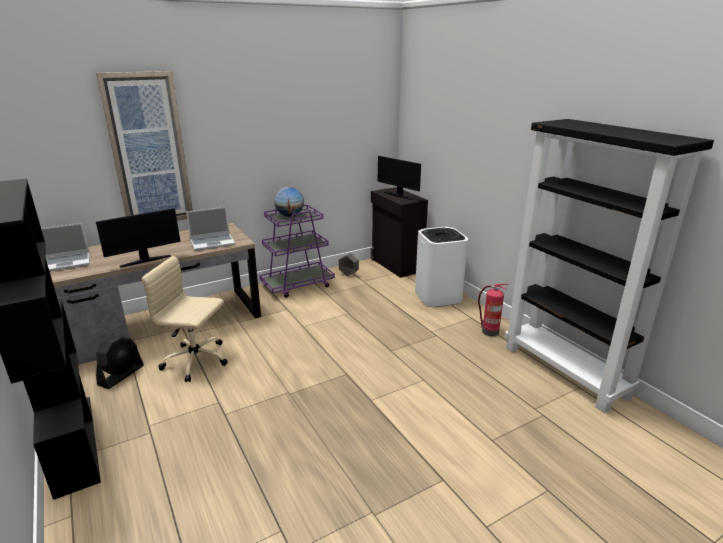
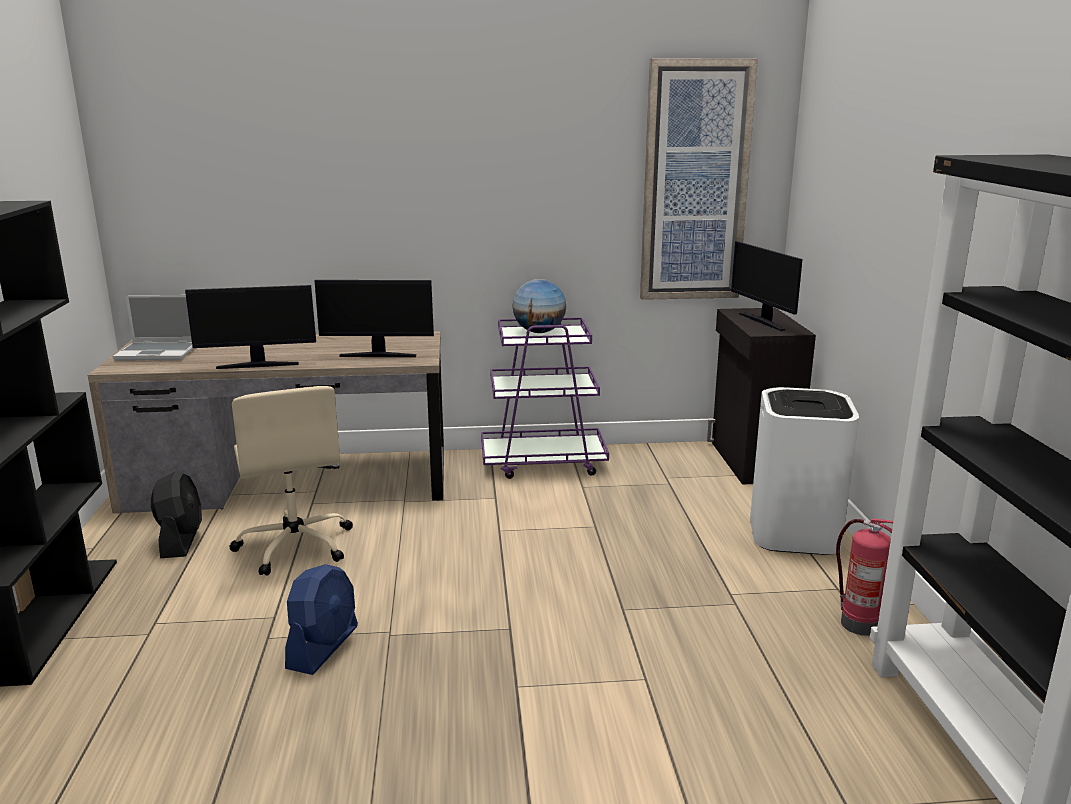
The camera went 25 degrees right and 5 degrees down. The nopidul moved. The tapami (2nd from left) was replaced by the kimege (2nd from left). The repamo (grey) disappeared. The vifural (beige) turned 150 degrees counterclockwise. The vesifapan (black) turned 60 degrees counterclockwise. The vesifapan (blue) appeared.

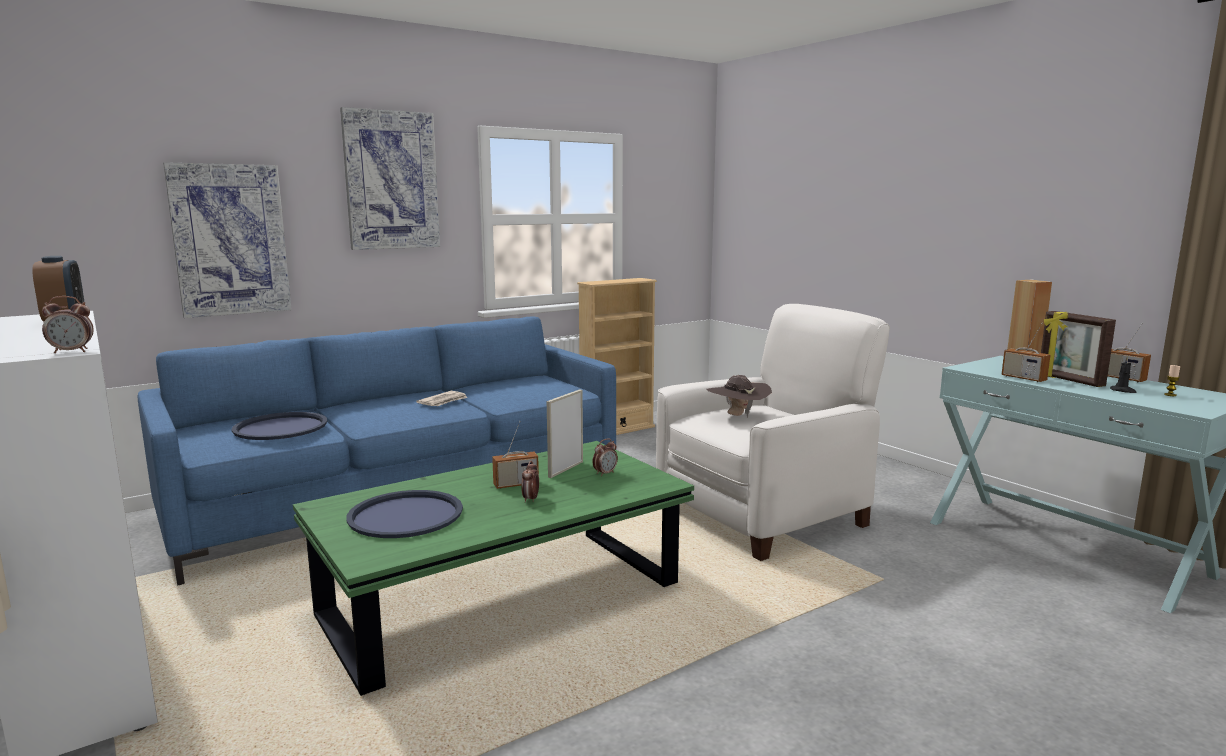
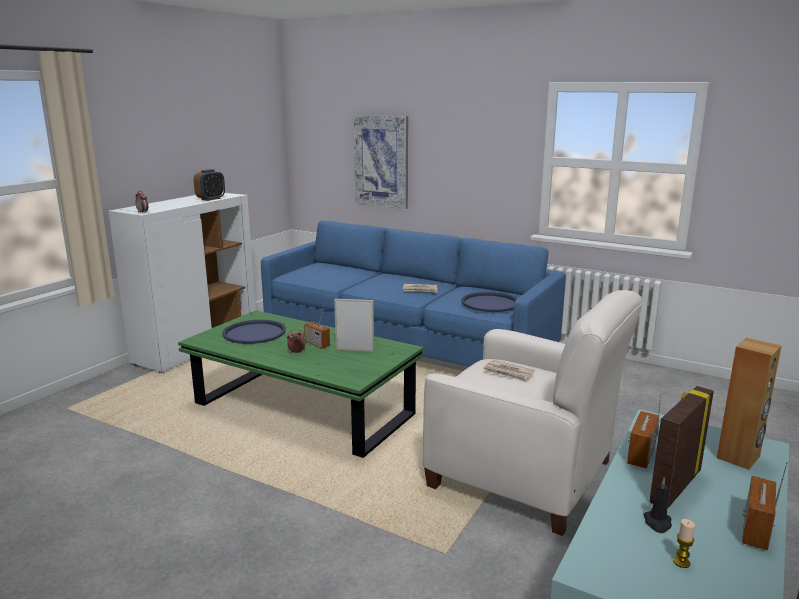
The camera went 65 degrees right and 5 degrees up. The nopidul (2nd from left) disappeared. The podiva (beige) disappeared. The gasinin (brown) was replaced by the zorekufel (2nd from left). The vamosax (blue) (1st from left in the first image) moved. The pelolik (4th from left) disappeared.

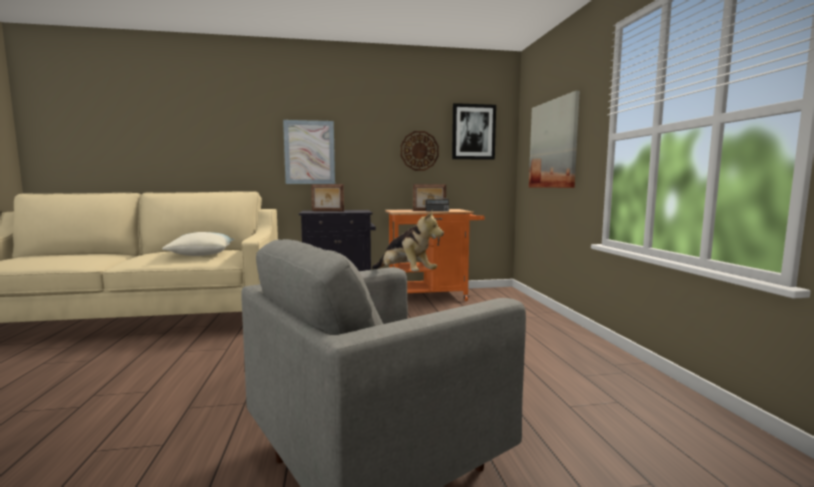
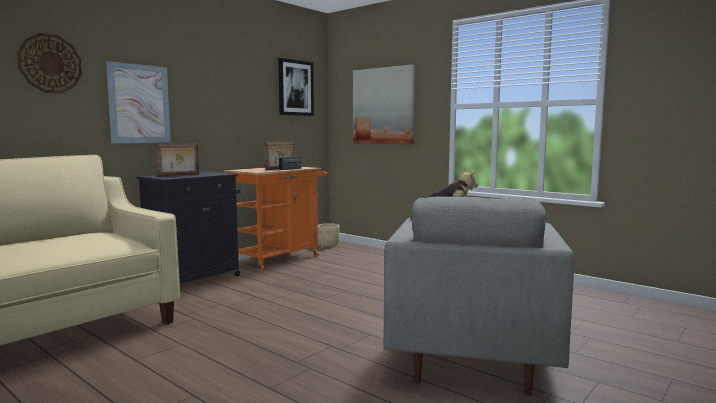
The camera went 40 degrees left and 0 degrees up. The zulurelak moved. The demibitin disappeared. The repamo (beige) appeared.

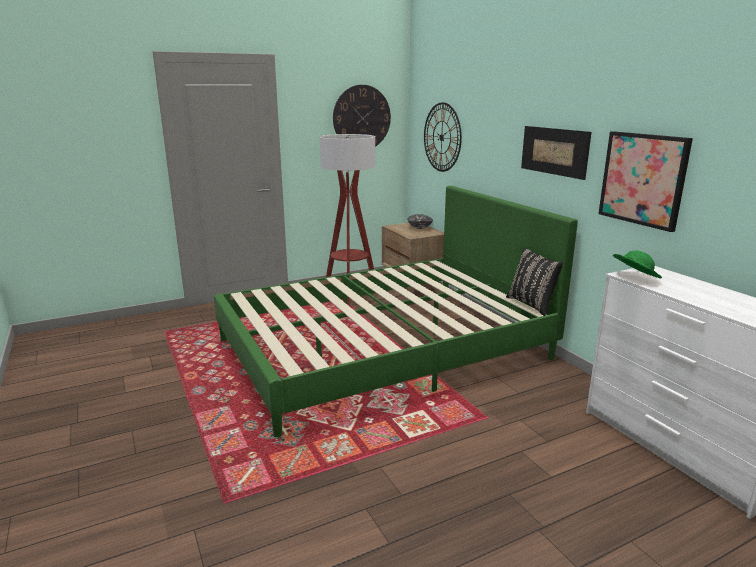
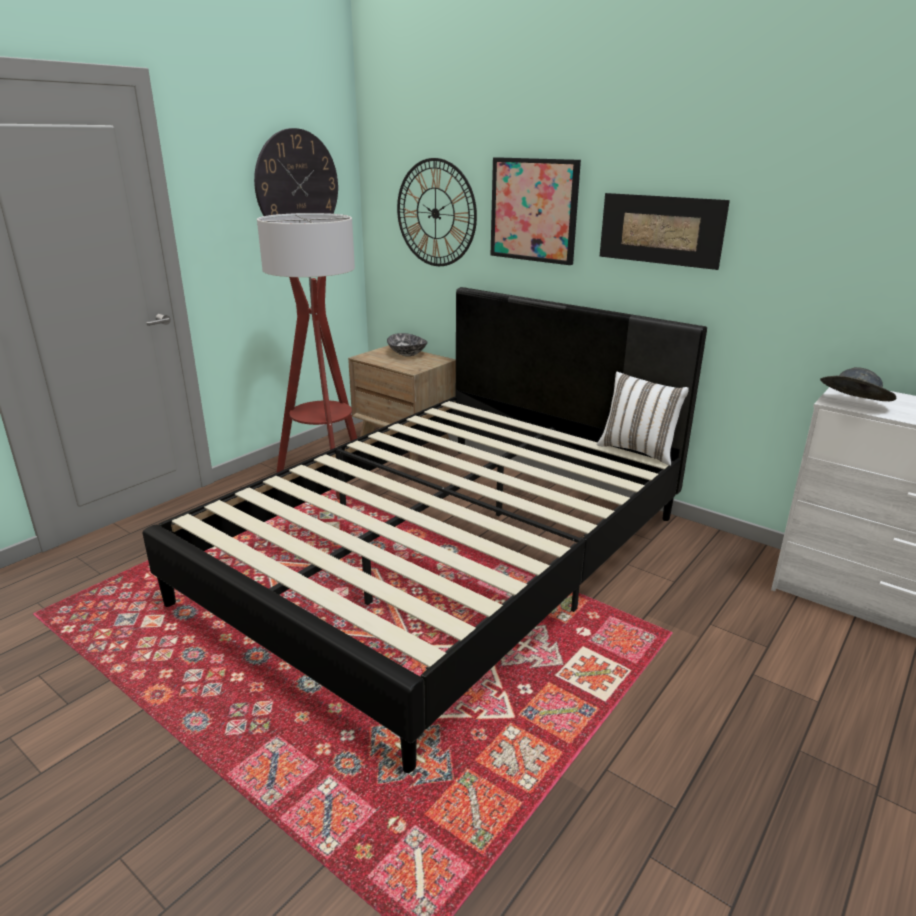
The camera went 25 degrees left and 5 degrees up. The nopidul (2nd from left in the first image) moved. The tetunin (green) became the tetunin (black). The demibitin (black) became the demibitin (white). The gasinin (green) became the gasinin (grey).

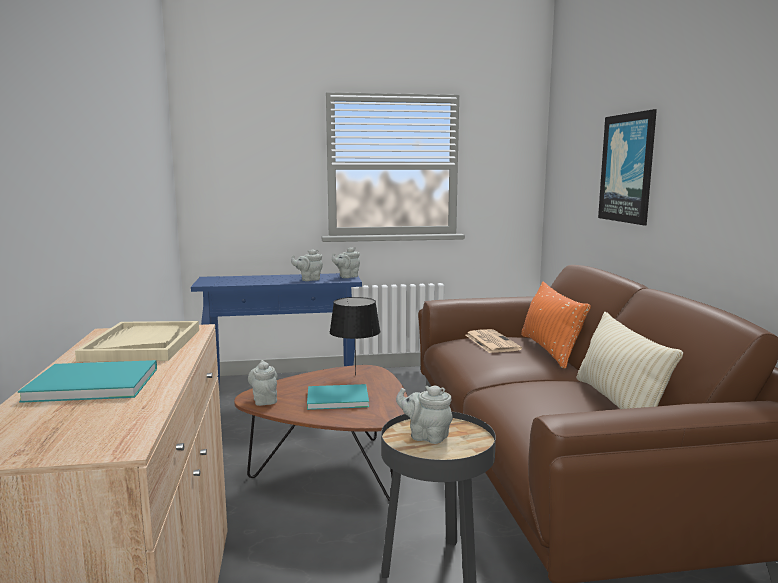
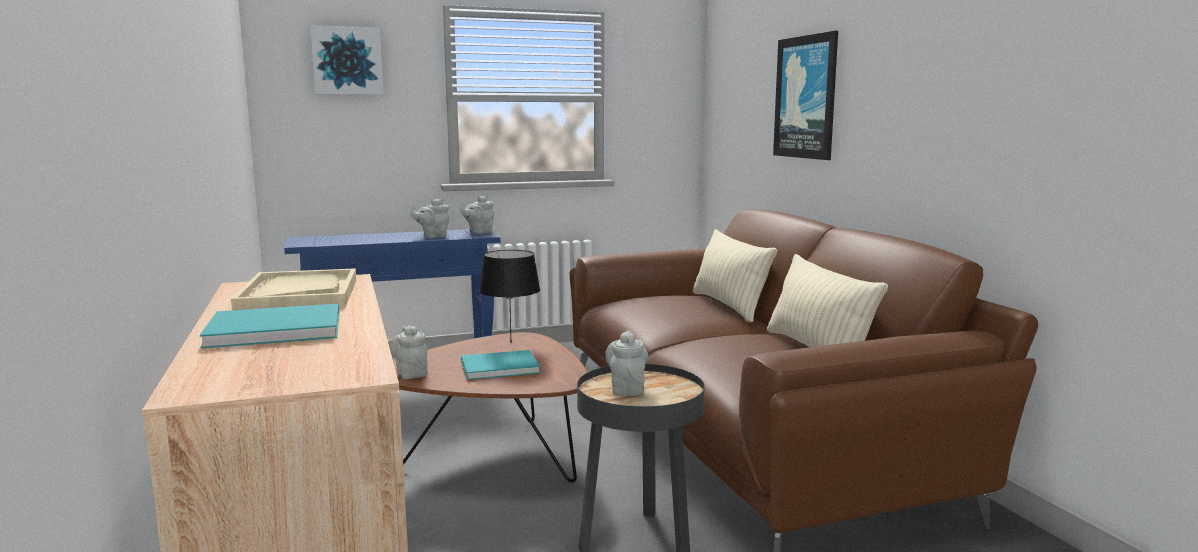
The camera went 10 degrees left and 0 degrees up. The demibitin (orange) became the demibitin (beige) (1st from left). The zorekufel disappeared. The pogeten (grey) (4th from left) turned 75 degrees clockwise. The nopidul (1st from left) appeared.

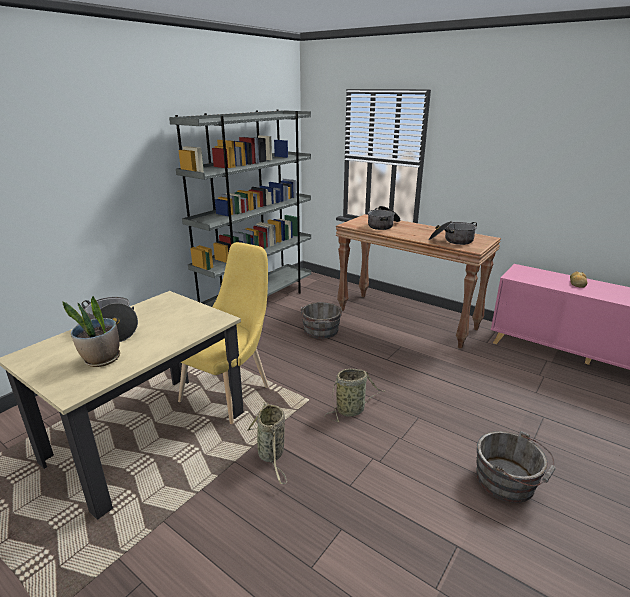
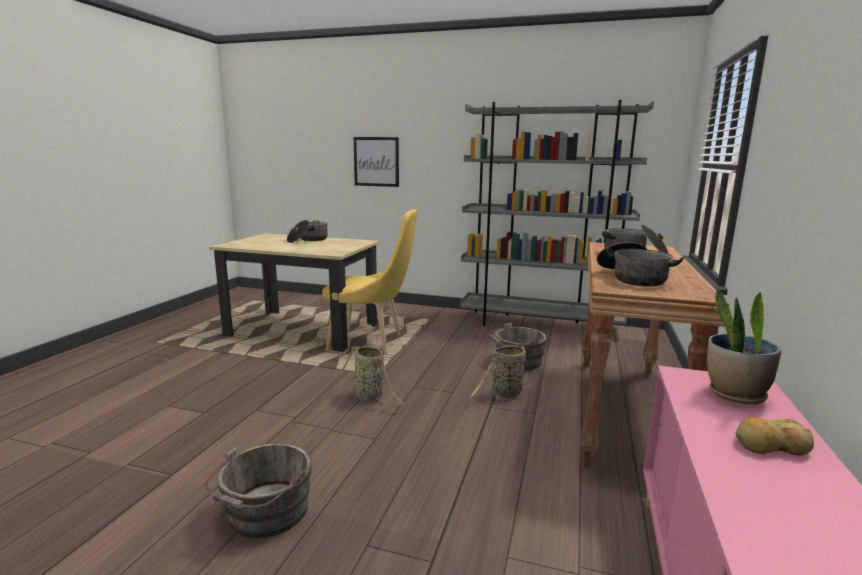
The camera went 70 degrees right and 10 degrees down. The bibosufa moved. The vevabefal (1st from left in the first image) moved. The nopidul appeared.

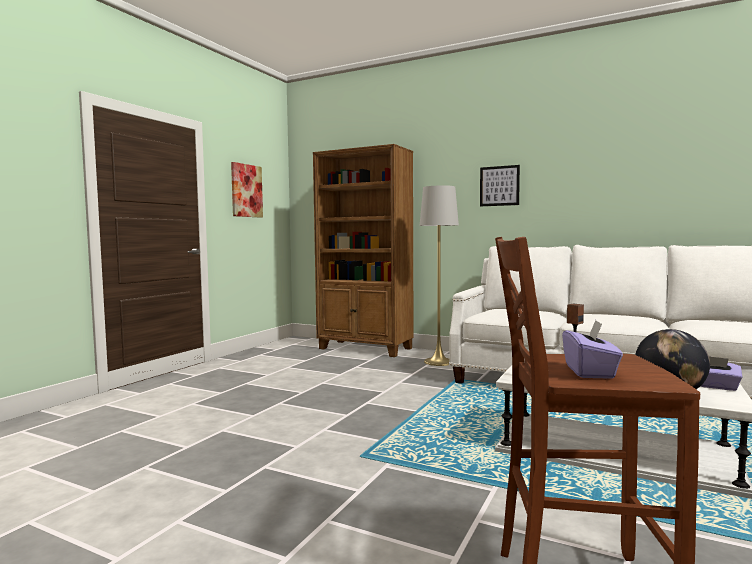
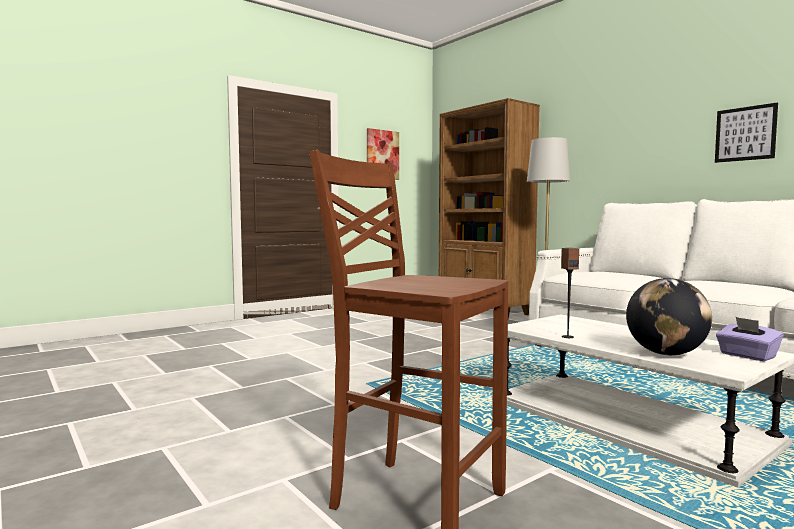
The camera went 25 degrees right and 0 degrees up. The nopidul (2nd from left) moved. The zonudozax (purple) (1st from left) disappeared.

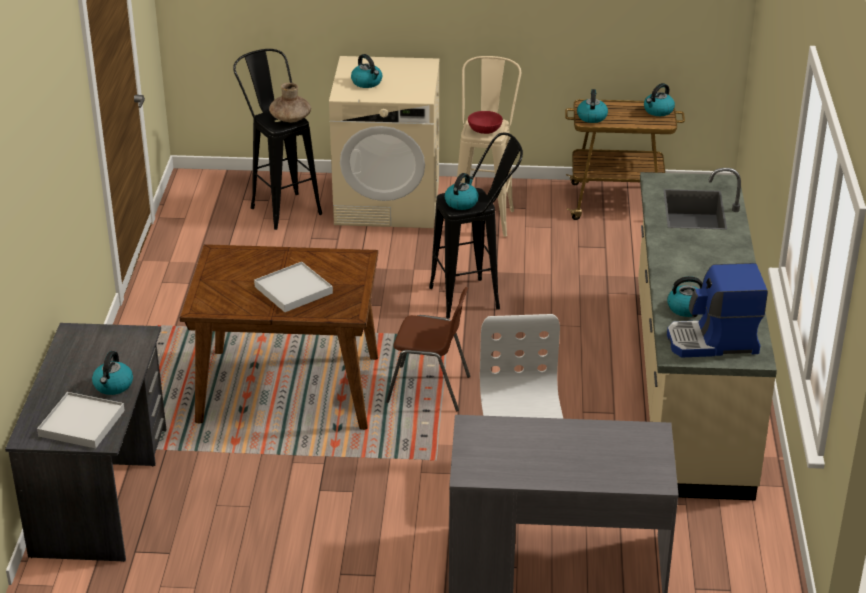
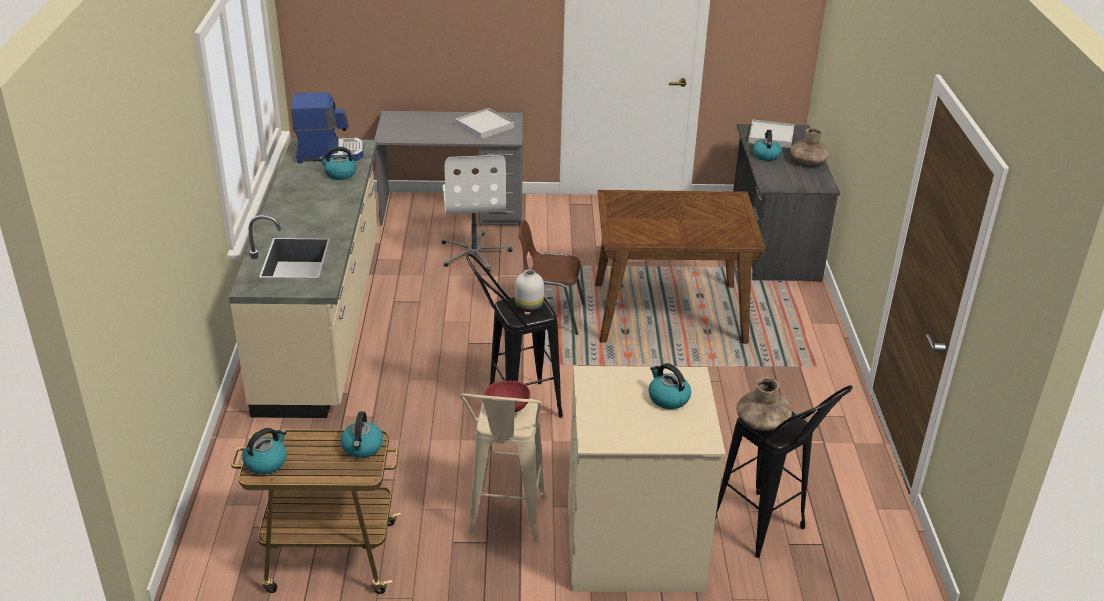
The camera went 175 degrees right and 0 degrees up. The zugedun (3rd from left) was replaced by the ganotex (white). The vamosax (white) (2nd from left in the first image) moved. The ganotex (brown) (2nd from left) appeared.

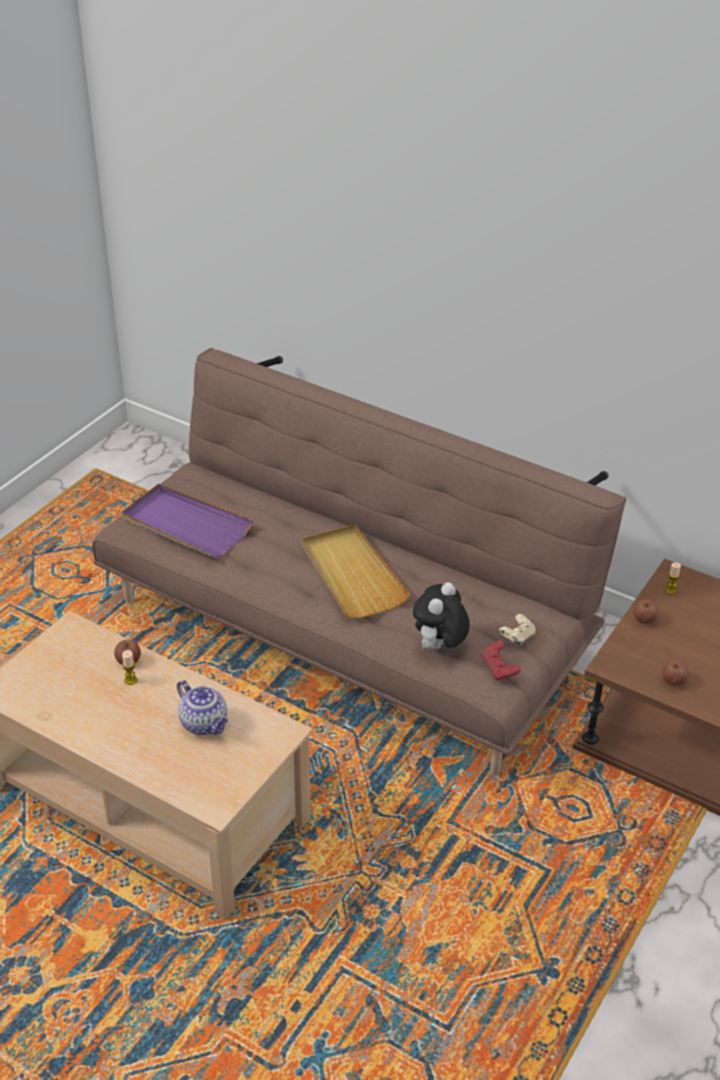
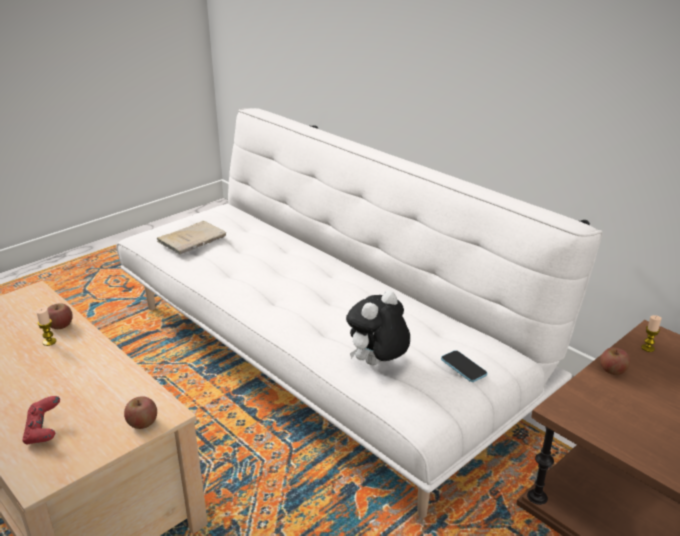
The camera went 15 degrees right and 10 degrees down. The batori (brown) became the batori (white). The vamosax (purple) was replaced by the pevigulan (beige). The vamosax (beige) disappeared. The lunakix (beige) was replaced by the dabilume. The lunakix (red) moved. The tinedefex (3rd from left in the first image) moved. The pogeten disappeared.

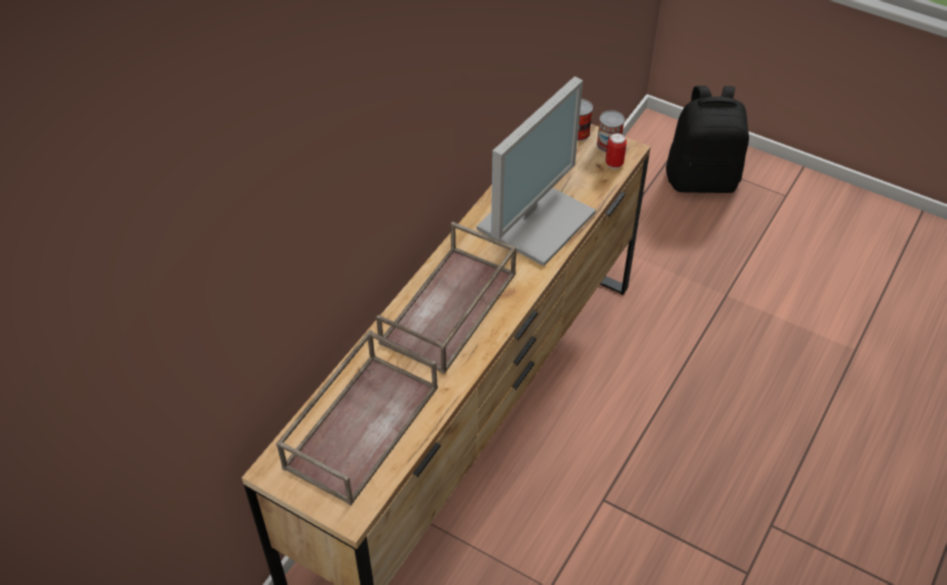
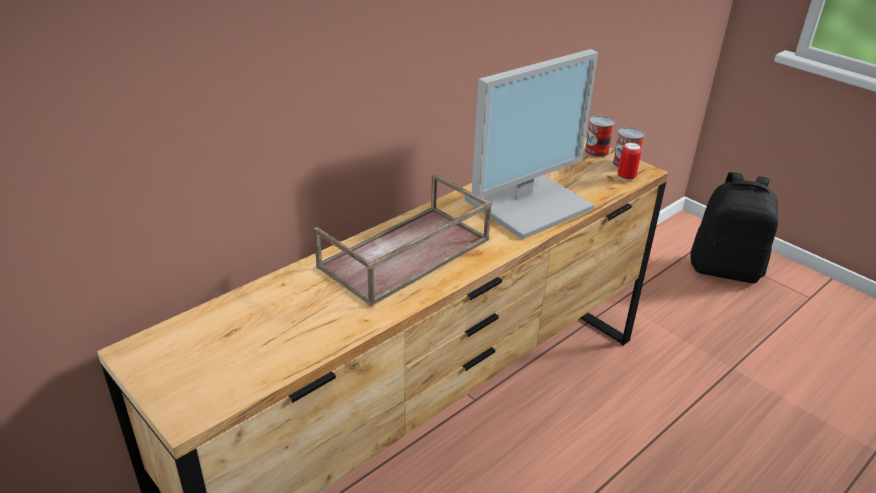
The camera went 15 degrees right and 15 degrees down. The vamosax (brown) (1st from left) disappeared.

